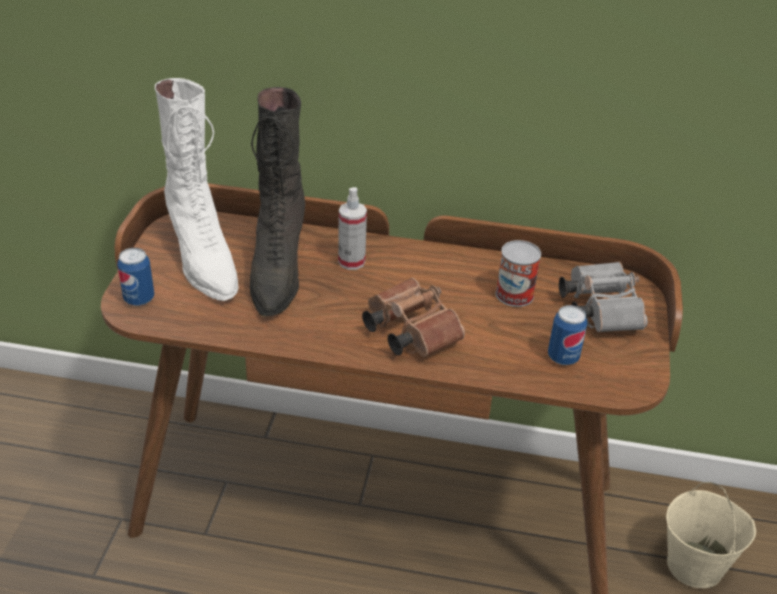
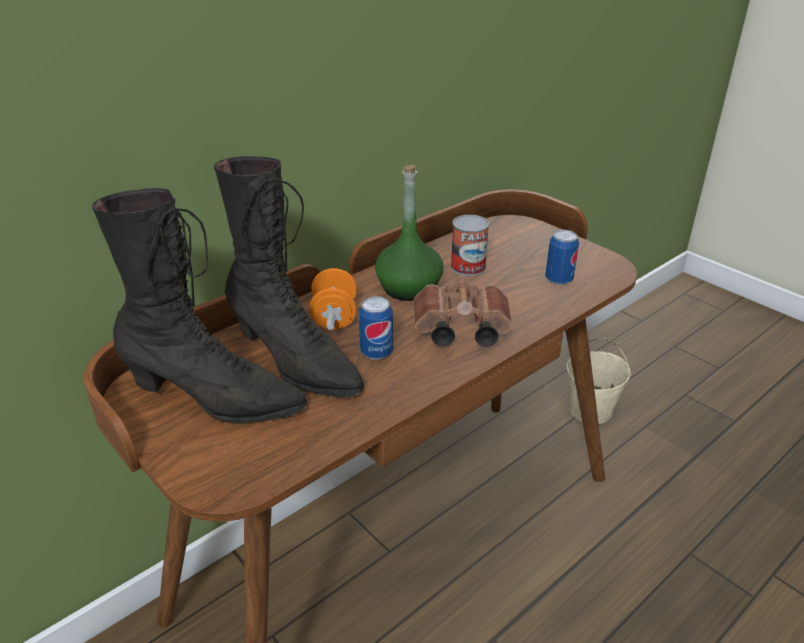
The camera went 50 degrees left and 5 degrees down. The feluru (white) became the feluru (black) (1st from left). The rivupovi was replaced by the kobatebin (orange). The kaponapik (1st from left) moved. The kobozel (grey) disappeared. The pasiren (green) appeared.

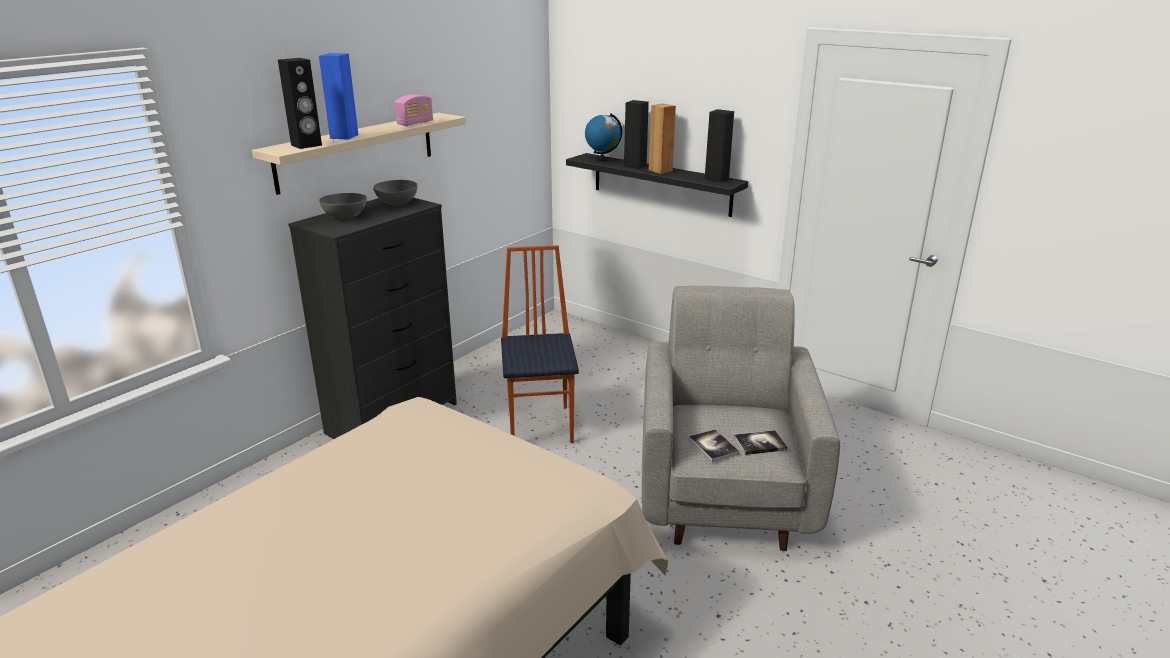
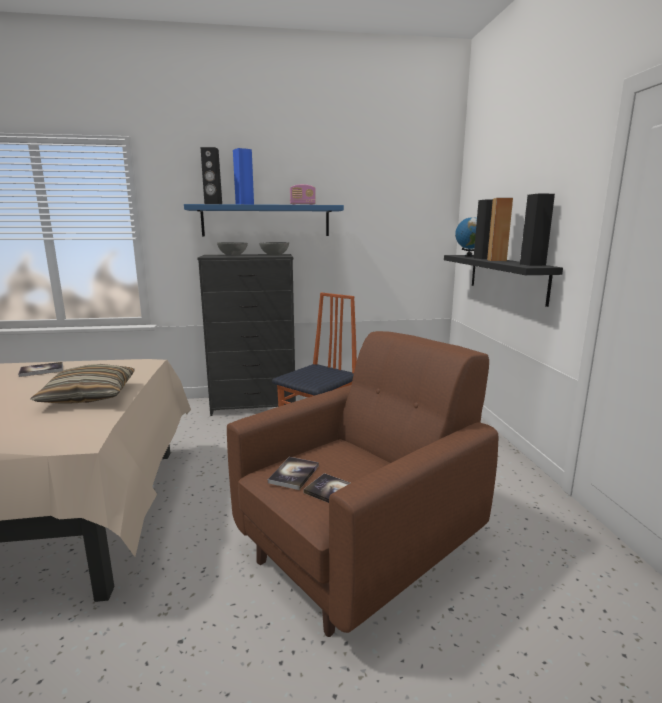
The camera went 45 degrees right and 10 degrees down. The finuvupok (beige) became the finuvupok (blue). The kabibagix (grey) became the kabibagix (brown). The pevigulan (1st from left) appeared. The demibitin appeared.

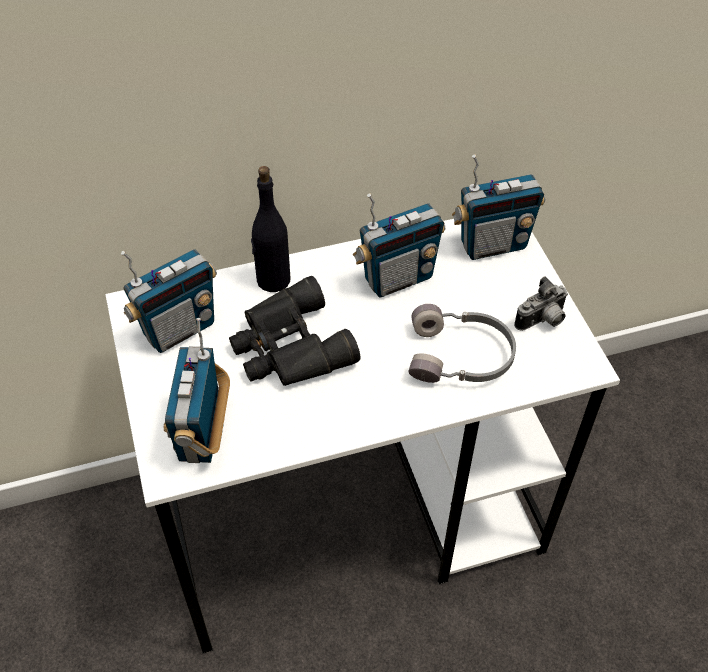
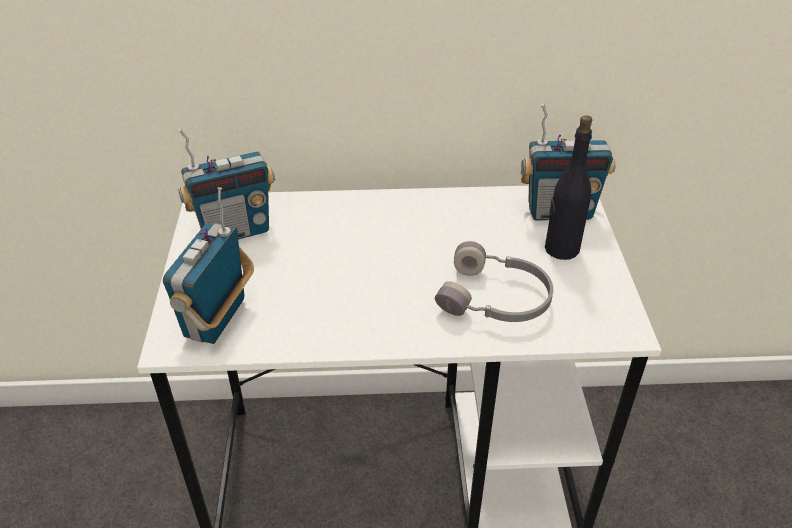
The camera went 15 degrees right and 10 degrees down. The pasiren (black) moved. The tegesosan (3rd from left) disappeared. The kobozel (black) disappeared. The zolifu disappeared.

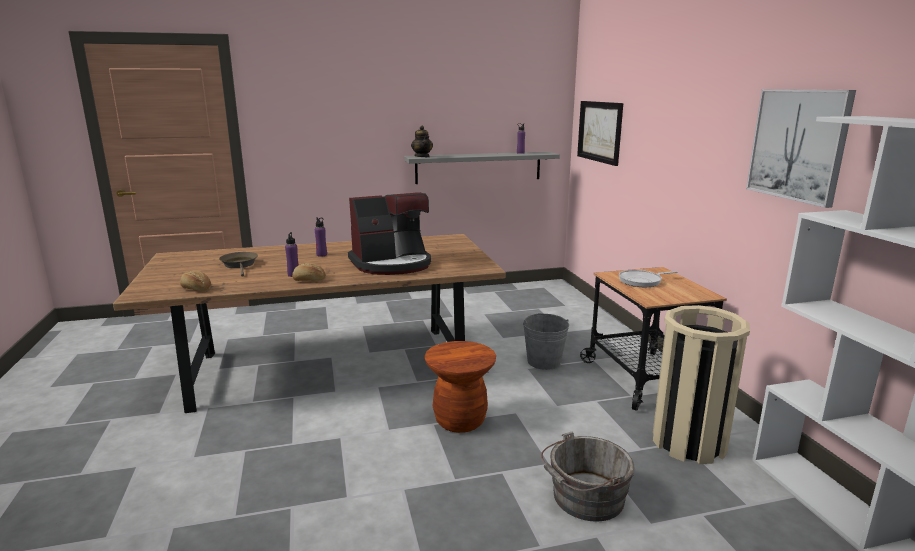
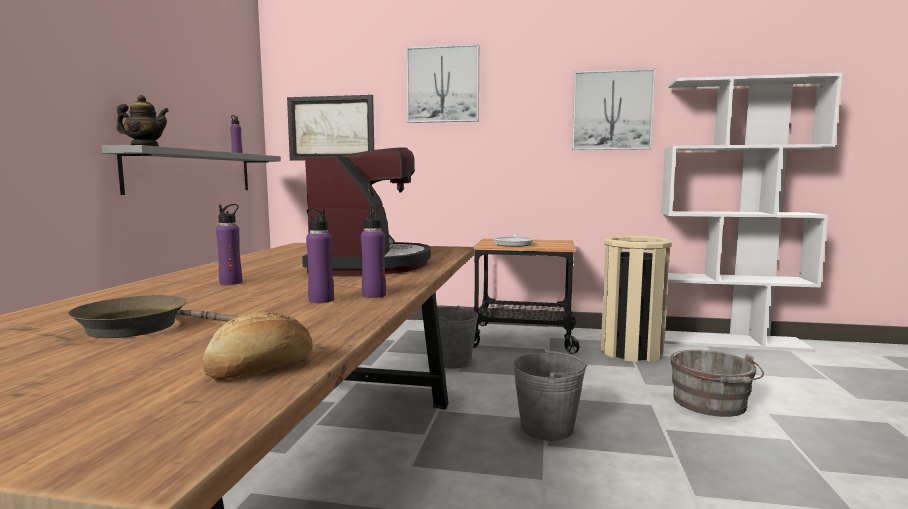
The camera went 65 degrees left and 10 degrees down. The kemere (2nd from left) was replaced by the pasiren (purple) (4th from left). The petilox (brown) was replaced by the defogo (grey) (2nd from left). The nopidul (2nd from left) appeared.

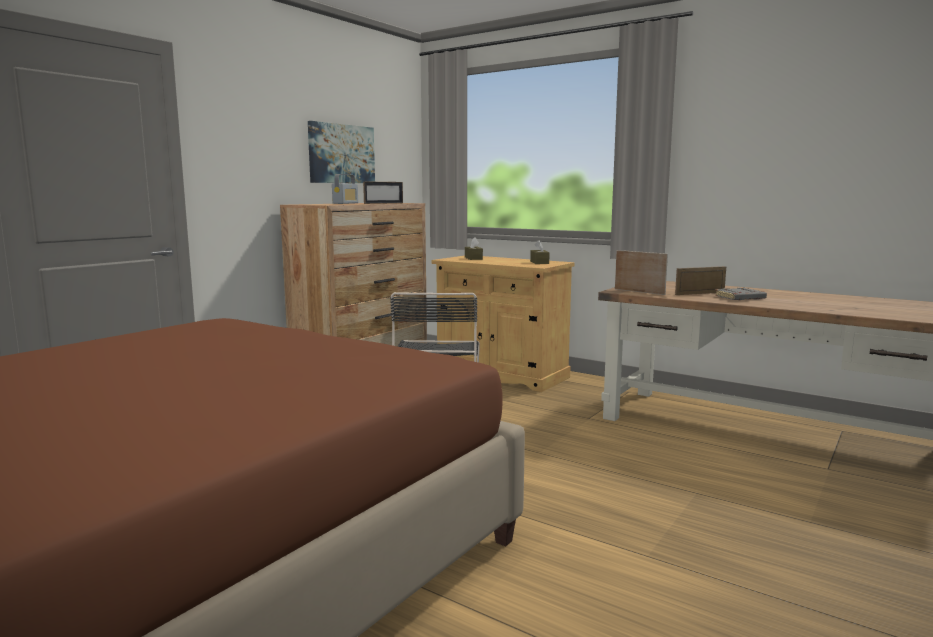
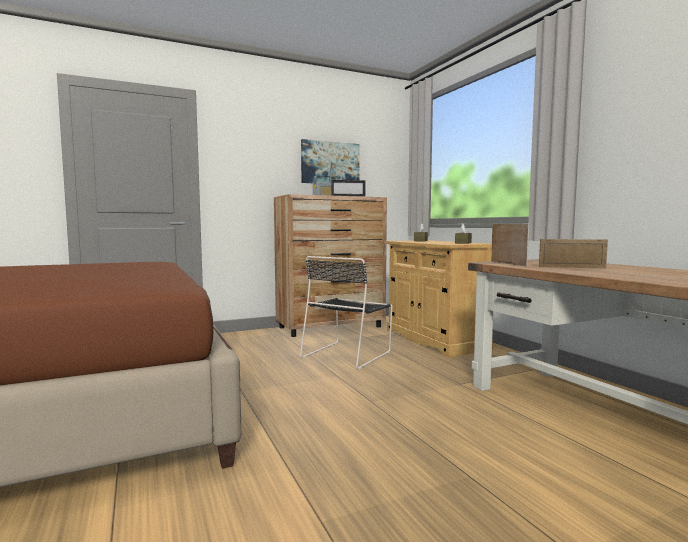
The camera went 30 degrees right and 5 degrees down. The pevigulan (grey) disappeared.

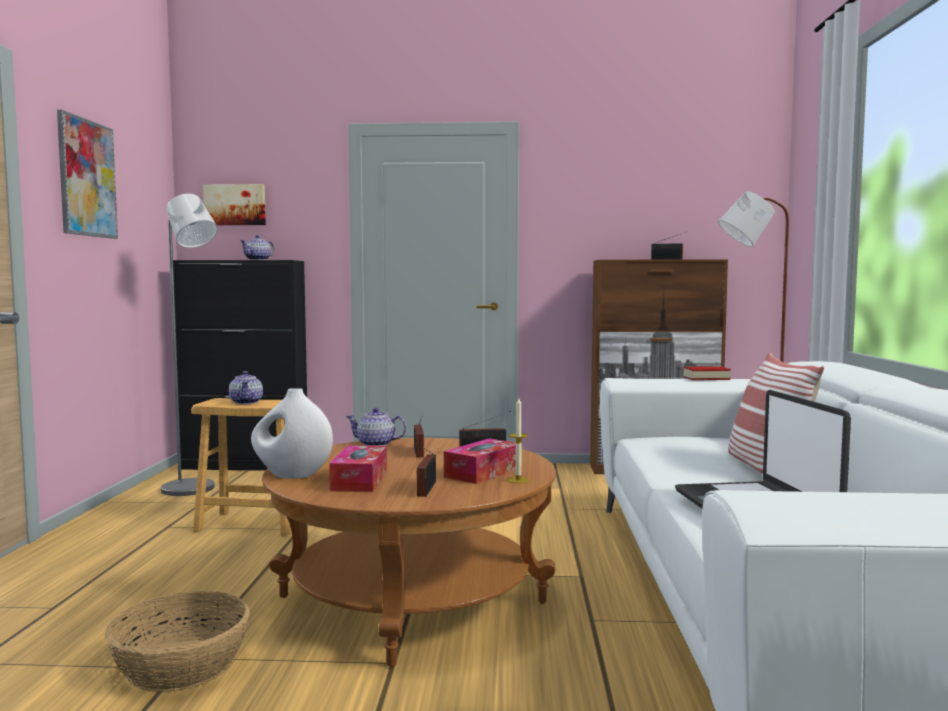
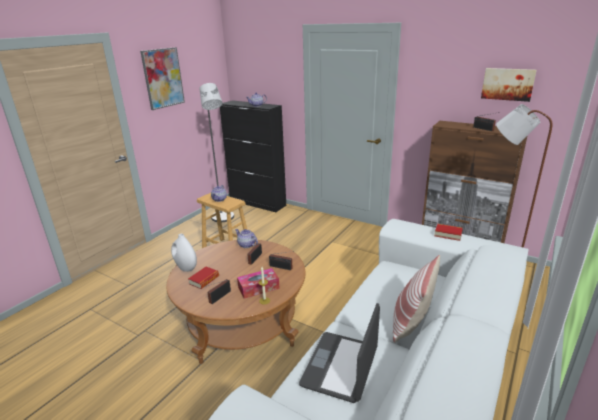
The camera went 30 degrees right and 20 degrees up. The nopidul (2nd from left) moved. The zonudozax (1st from left) was replaced by the pevigulan (1st from left). The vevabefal disappeared.

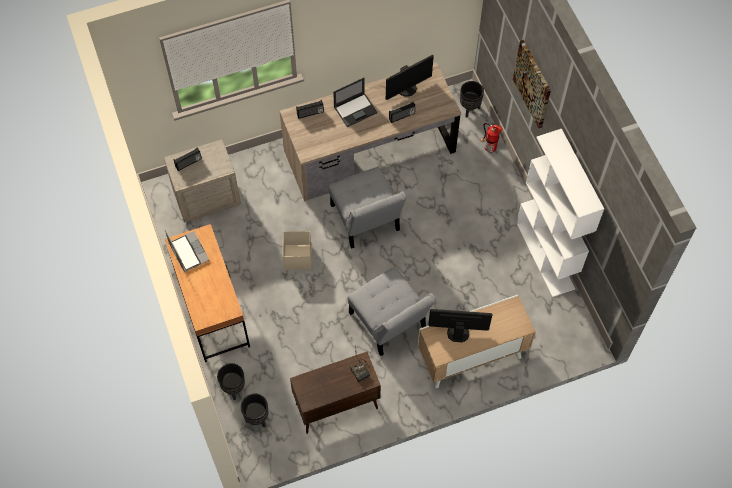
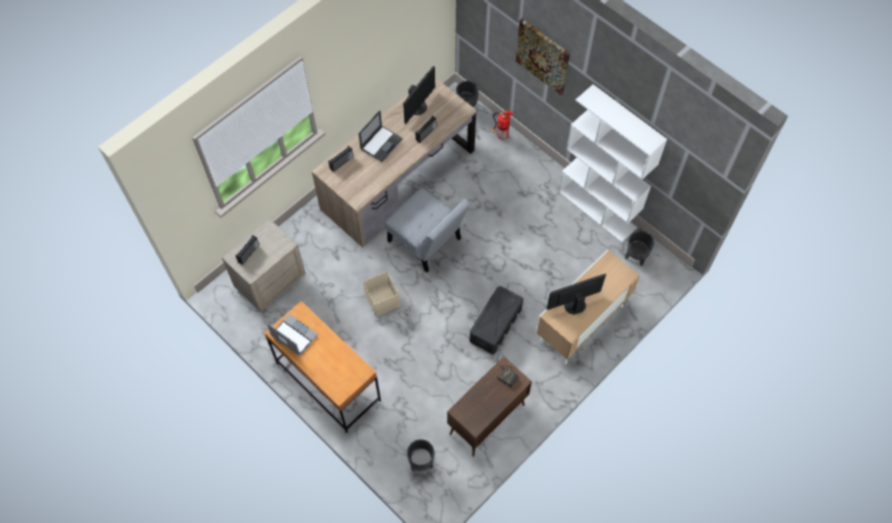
The camera went 25 degrees left and 0 degrees up. The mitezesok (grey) (2nd from left) was replaced by the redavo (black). The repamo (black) (1st from left in the first image) moved.

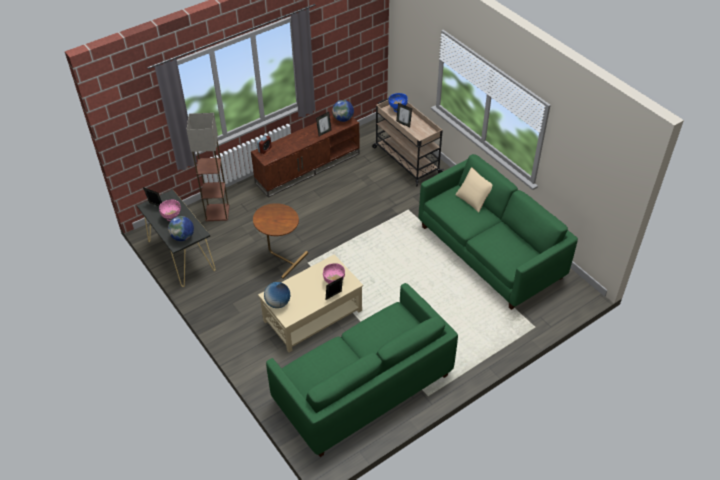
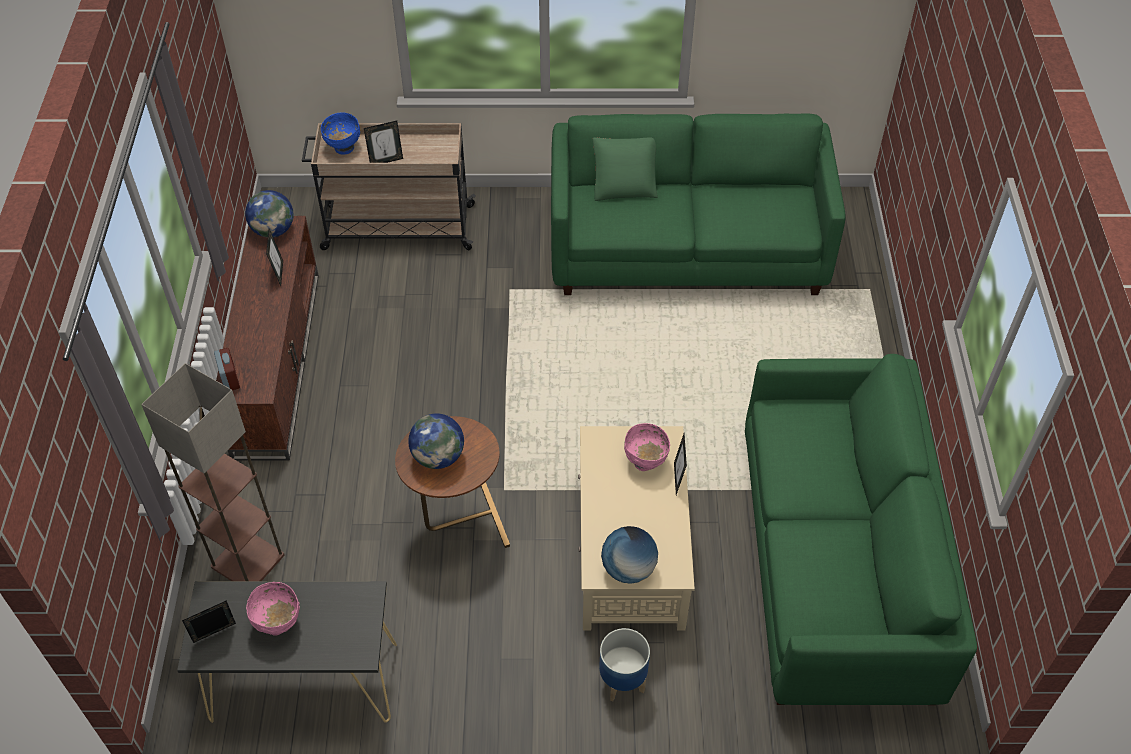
The camera went 55 degrees left and 5 degrees up. The demibitin (beige) became the demibitin (green). The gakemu (1st from left in the first image) moved. The repamo appeared.

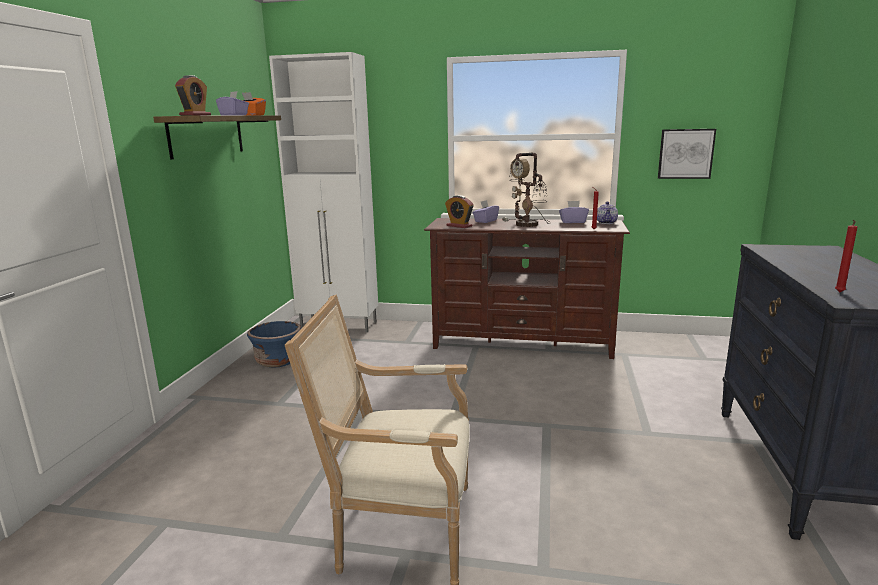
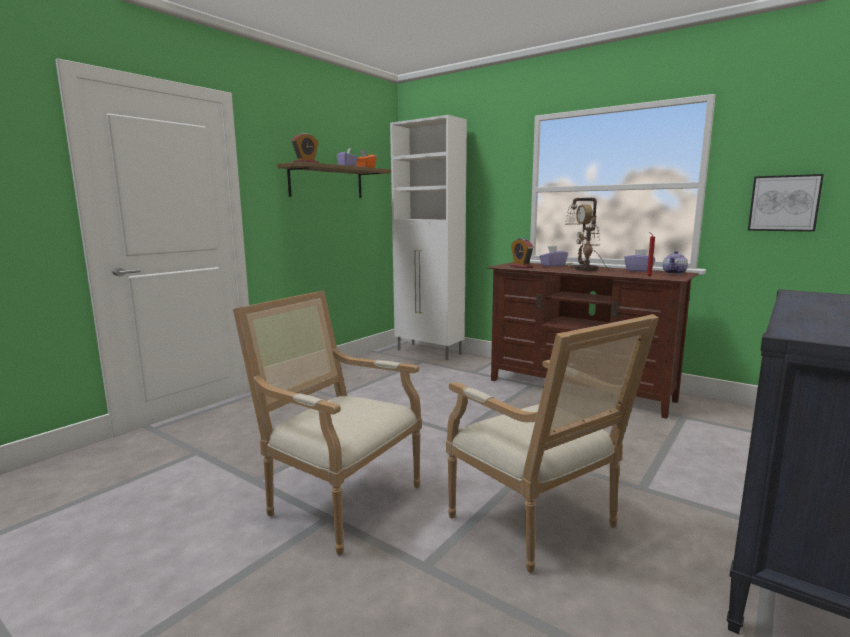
The camera went 25 degrees right and 5 degrees down. The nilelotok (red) (2nd from left) disappeared. The repamo (blue) disappeared. The kabibagix (2nd from left) appeared.

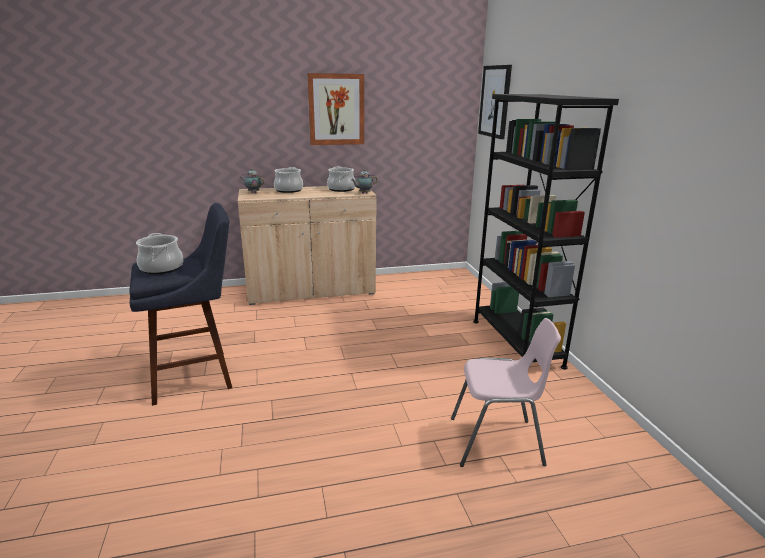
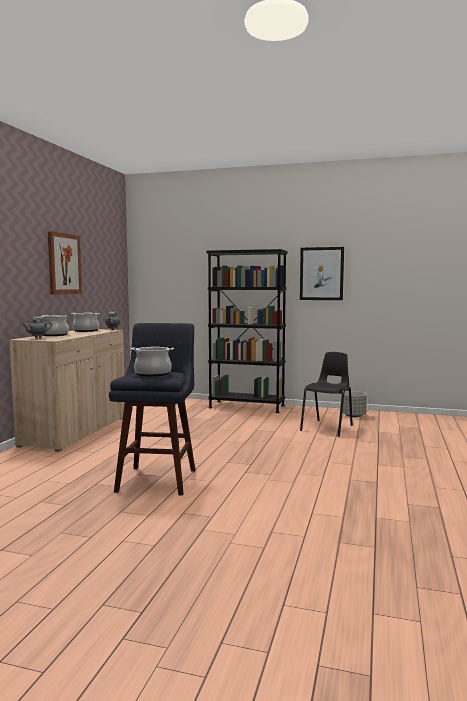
The camera went 60 degrees left and 15 degrees down. The nopidul (2nd from left) moved. The mitezesok (pink) became the mitezesok (black). The repamo (grey) appeared.

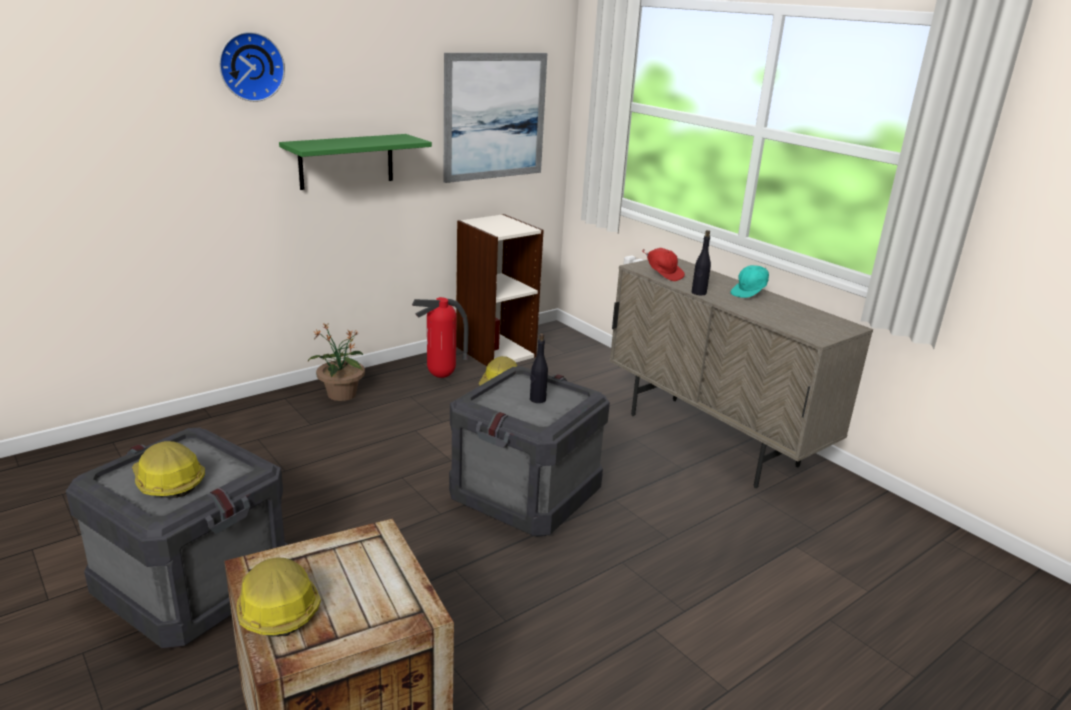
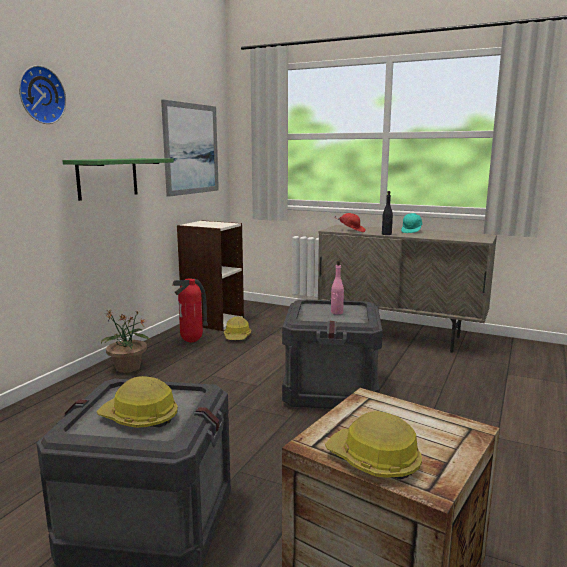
The camera went 25 degrees left and 10 degrees down. The pasiren (black) (1st from left) became the pasiren (pink).

